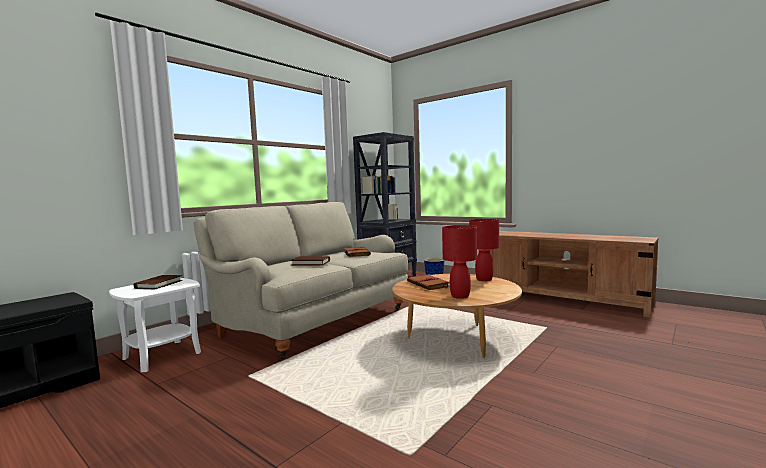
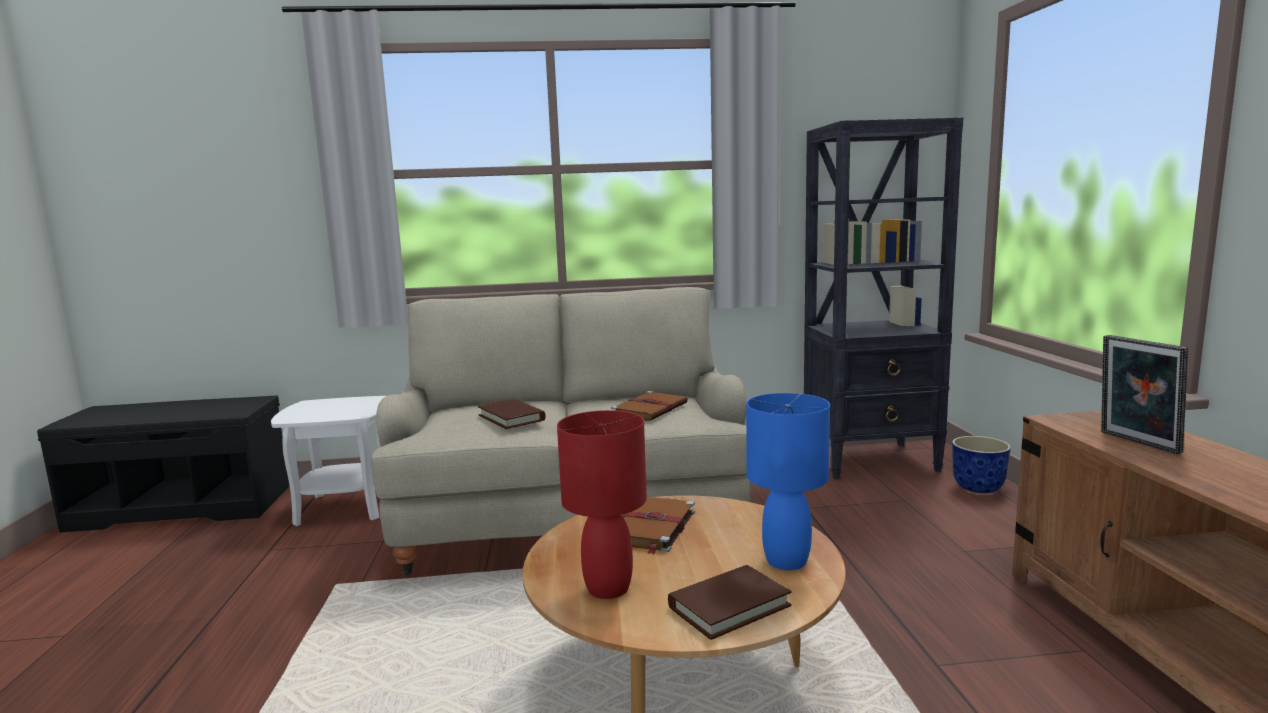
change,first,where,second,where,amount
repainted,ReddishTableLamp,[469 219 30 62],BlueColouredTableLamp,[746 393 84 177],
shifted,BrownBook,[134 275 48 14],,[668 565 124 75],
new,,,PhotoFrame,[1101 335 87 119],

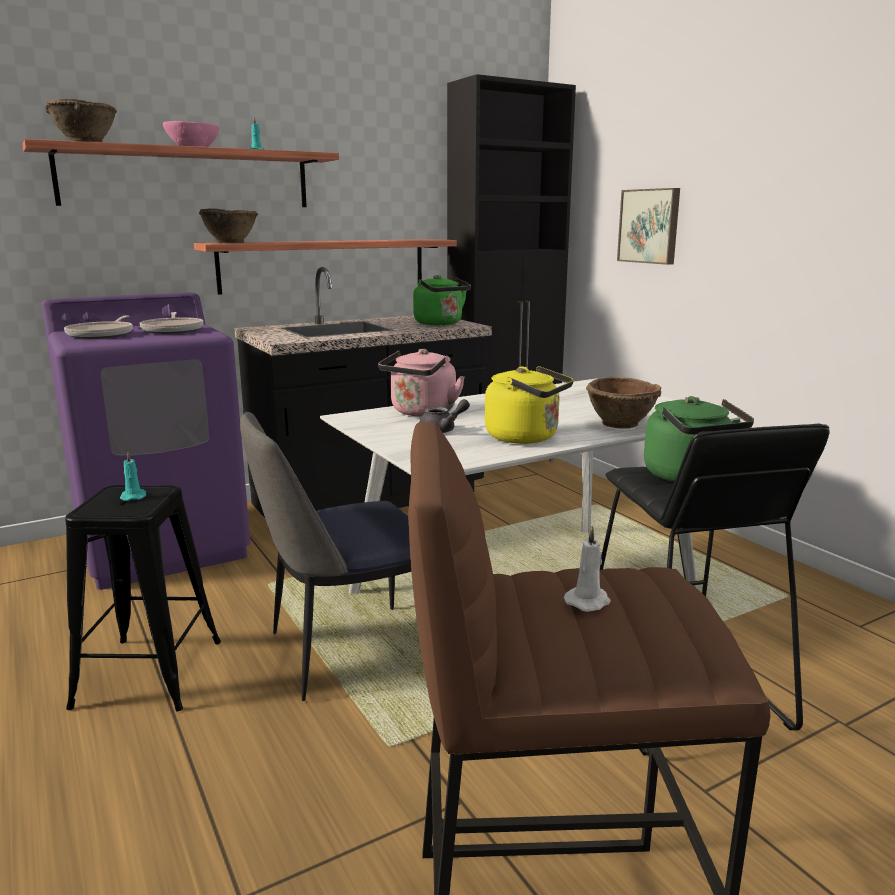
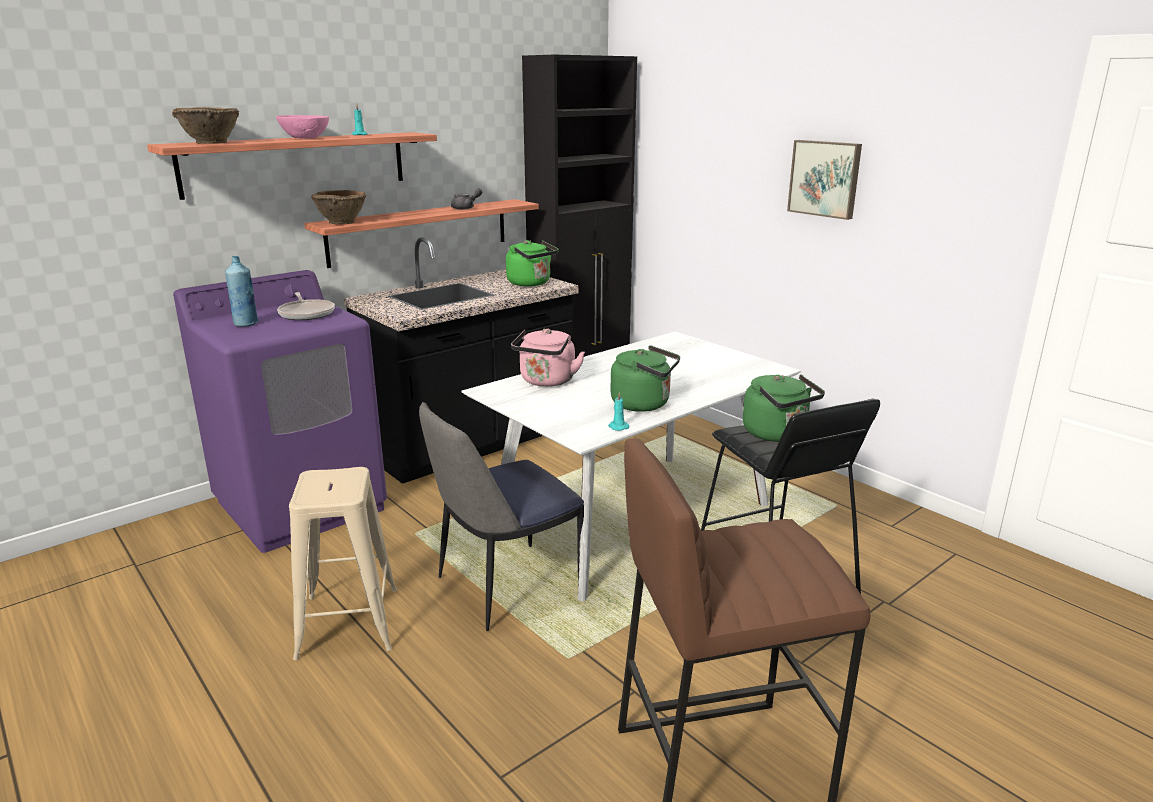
change,first,where,second,where,amount
shifted,Picture,[617 188 63 77],,[787 140 75 80],
swapped,Skillet,[64 315 69 24],BlueColouredDrinkBottle,[225 256 33 71],
repainted,YellowColouredTeaKettle,[485 366 89 78],GreenishTeaKettle,[610 345 70 67],
gone,BrownServingBowl,[586 377 75 52],,,
shifted,GreyPotForTea,[419 399 51 34],,[451 188 31 22],
shifted,TurquoiseColouredWaxCandle,[120 451 26 50],,[608 392 21 39],
repainted,BlackColouredStoolSeat,[65 485 156 226],SandColouredStoolSeat,[289 467 108 193],
gone,WhiteColouredWaxCandle,[564 525 47 87],,,

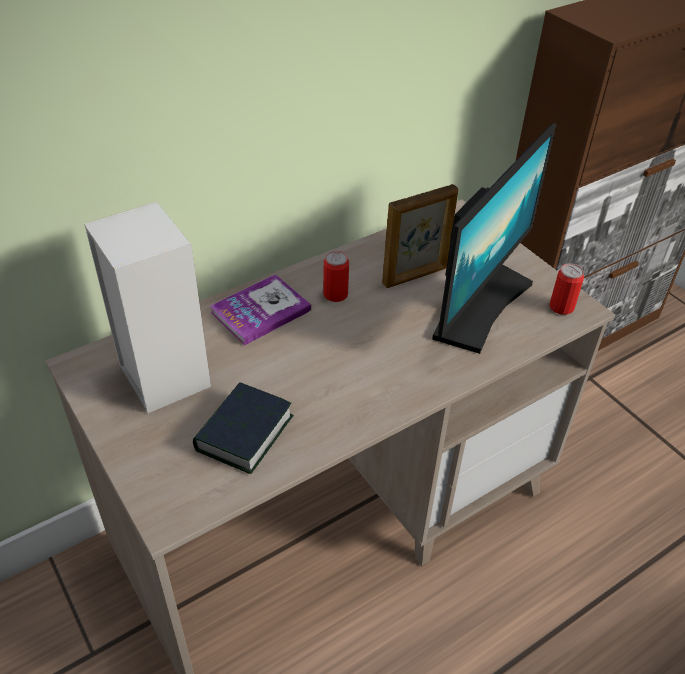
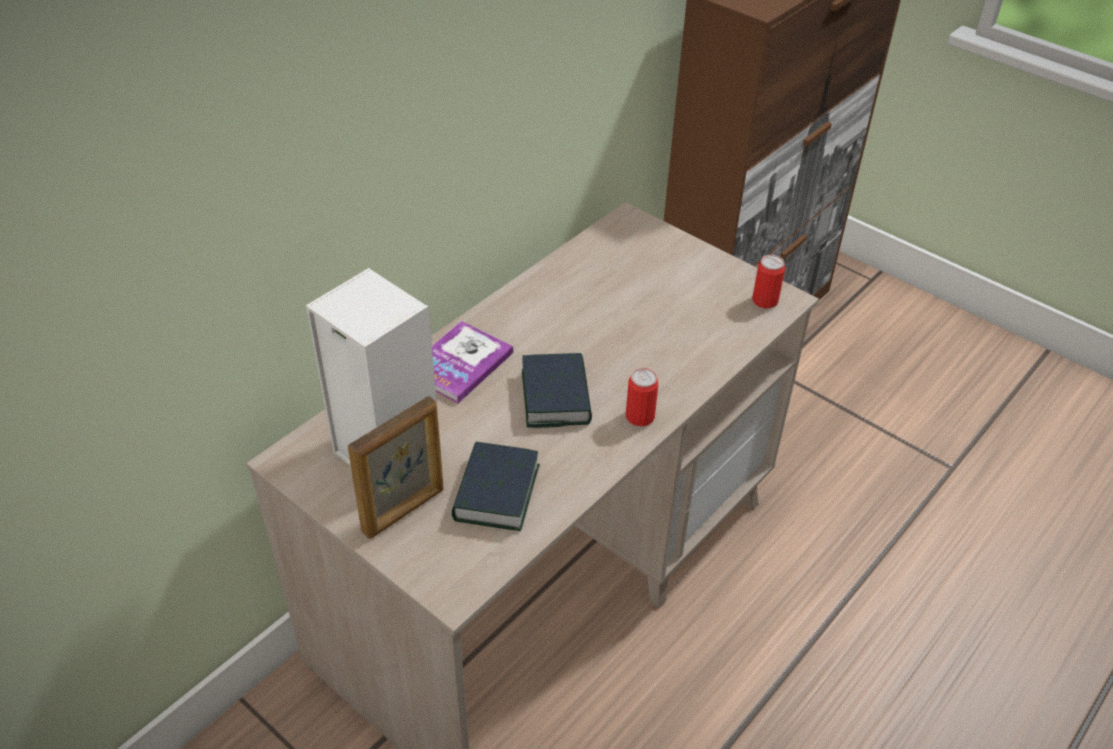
change,first,where,second,where,amount
gone,Monitor,[432 123 125 231],,,
shifted,PhotoFrame,[382 184 76 104],,[348 396 95 142],
shifted,SealedCan,[323 251 26 51],,[626 368 33 58],
new,,,Book,[522 353 70 75],

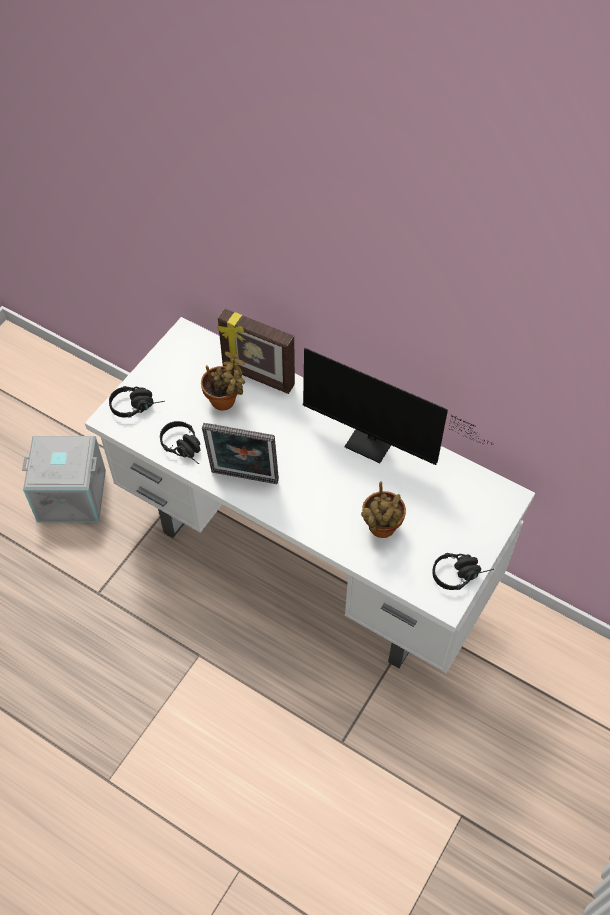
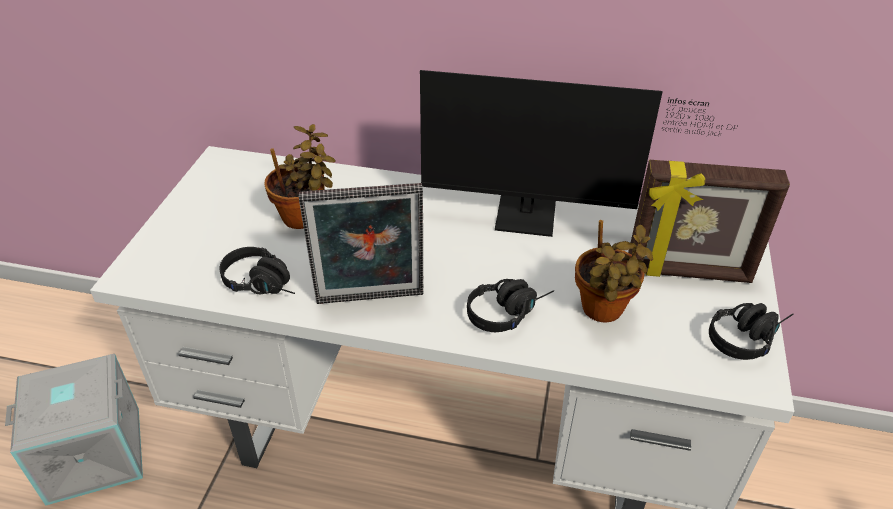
change,first,where,second,where,amount
shifted,PhotoFrame,[217 309 78 85],,[628 160 162 123],
shifted,BlackColouredPairOfHeadphones,[109 386 56 32],,[467 279 87 53],

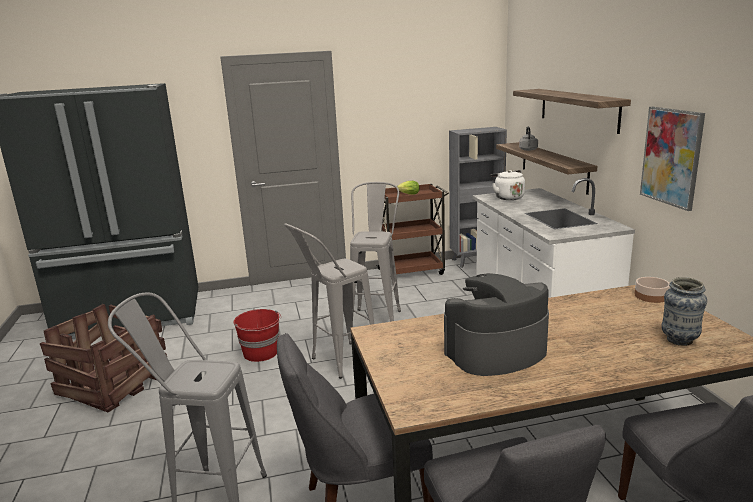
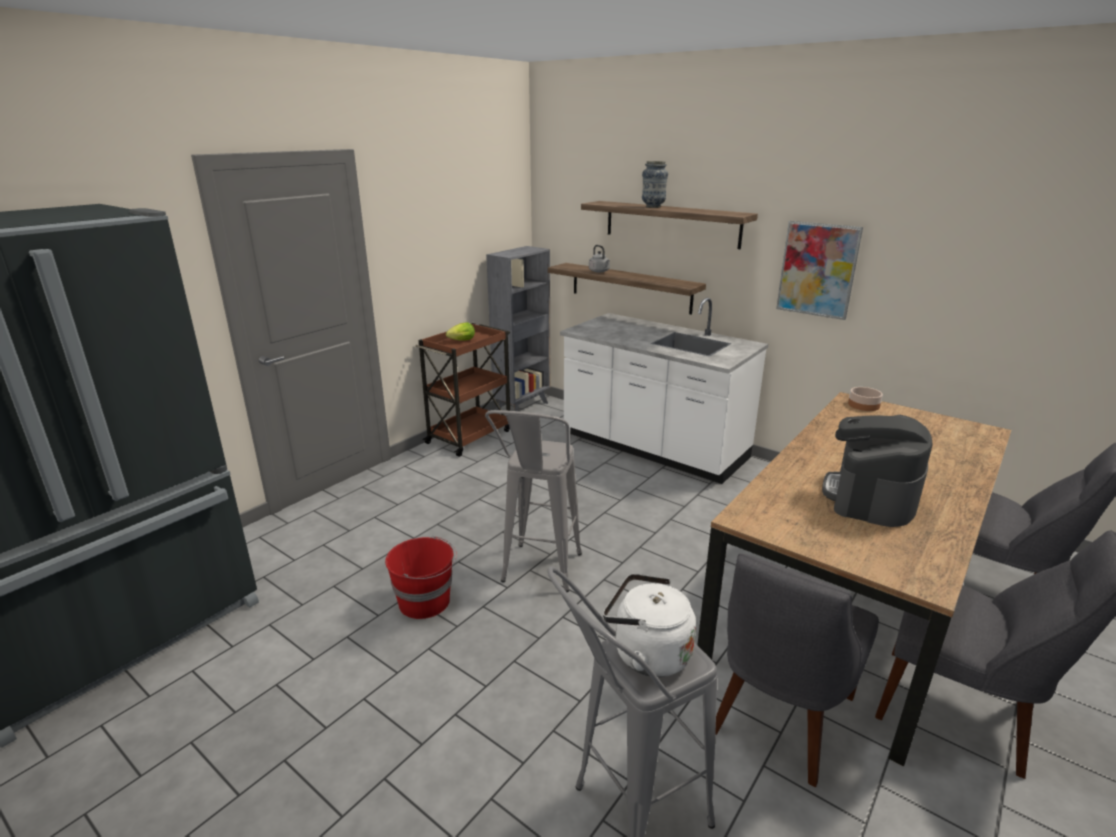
change,first,where,second,where,amount
shifted,WhiteColouredTeaKettle,[490 170 35 30],,[603 574 93 103],
gone,GreyStoolSeat,[350 182 51 140],,,
shifted,Vase,[661 277 46 69],,[642 161 26 47],
gone,Crate,[40 304 127 108],,,

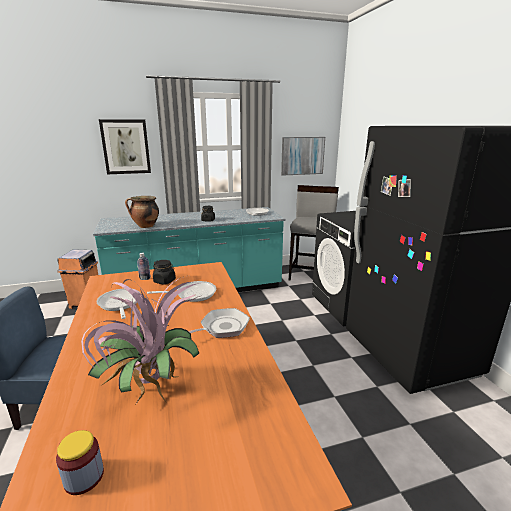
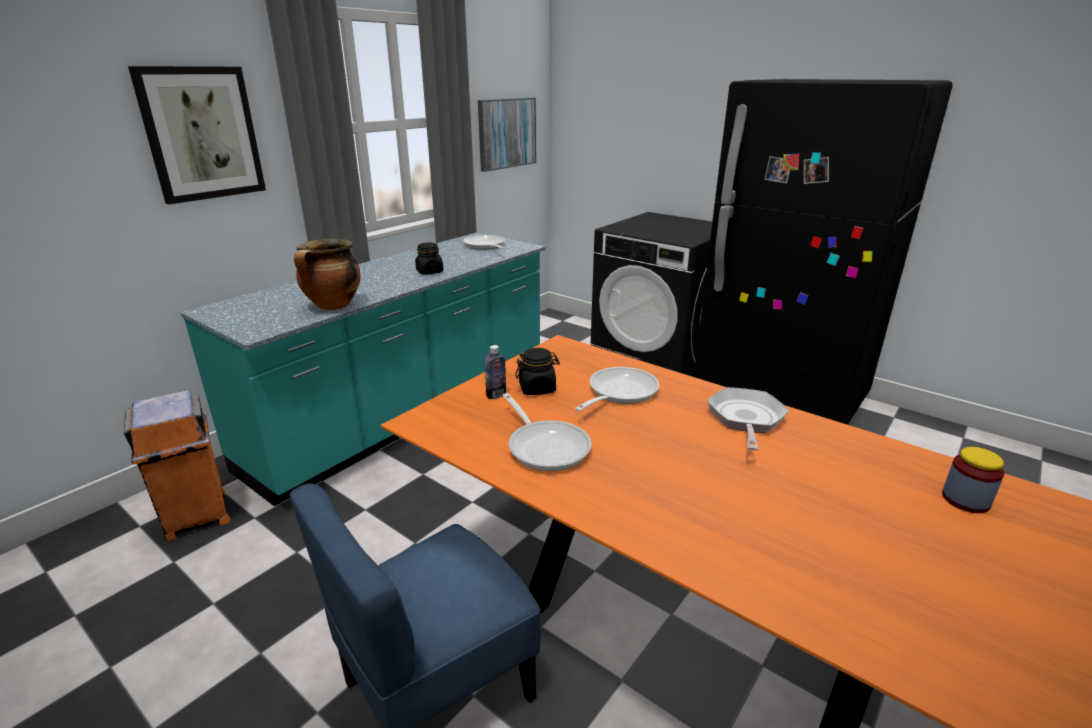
change,first,where,second,where,amount
gone,GreyStoolSeat,[289 185 50 95],,,
gone,PlantInAPot,[81 277 120 127],,,
rotated,Skillet,[97 289 44 30],,[502 393 90 78],150 degrees counterclockwise
shifted,StorageJar,[56 430 48 65],,[942 447 62 66],

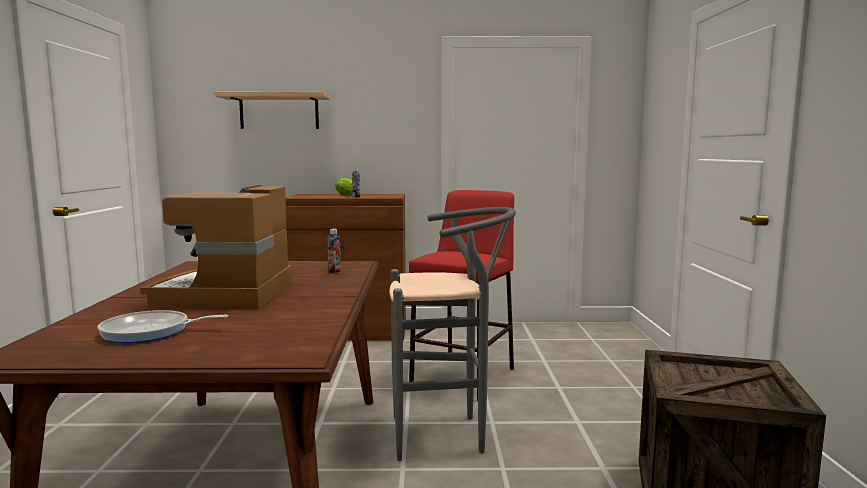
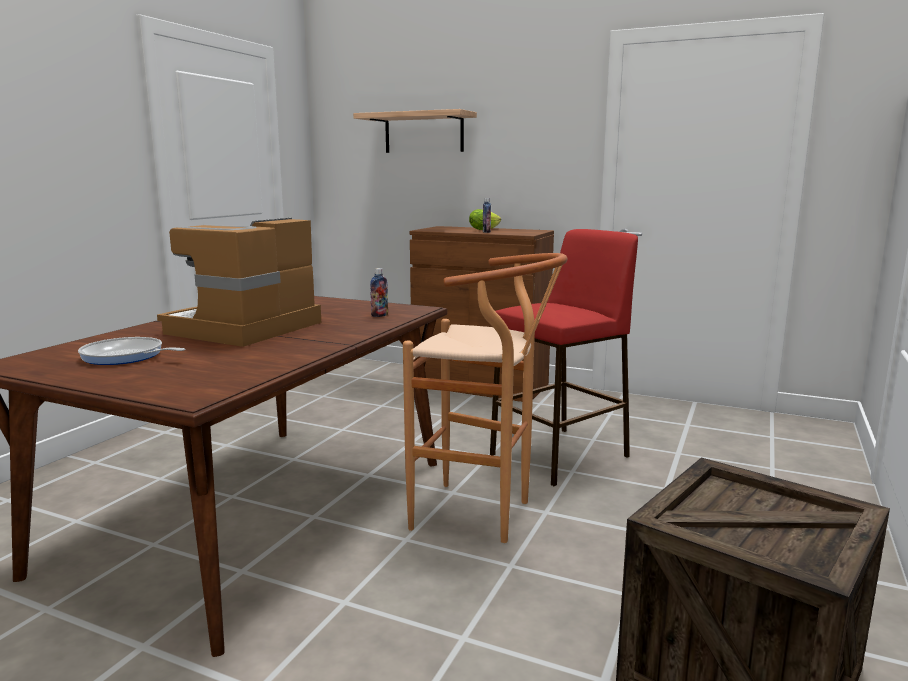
change,first,where,second,where,amount
repainted,GreyStoolSeat,[389 207 127 254],BrownStoolSeat,[403 253 165 290],

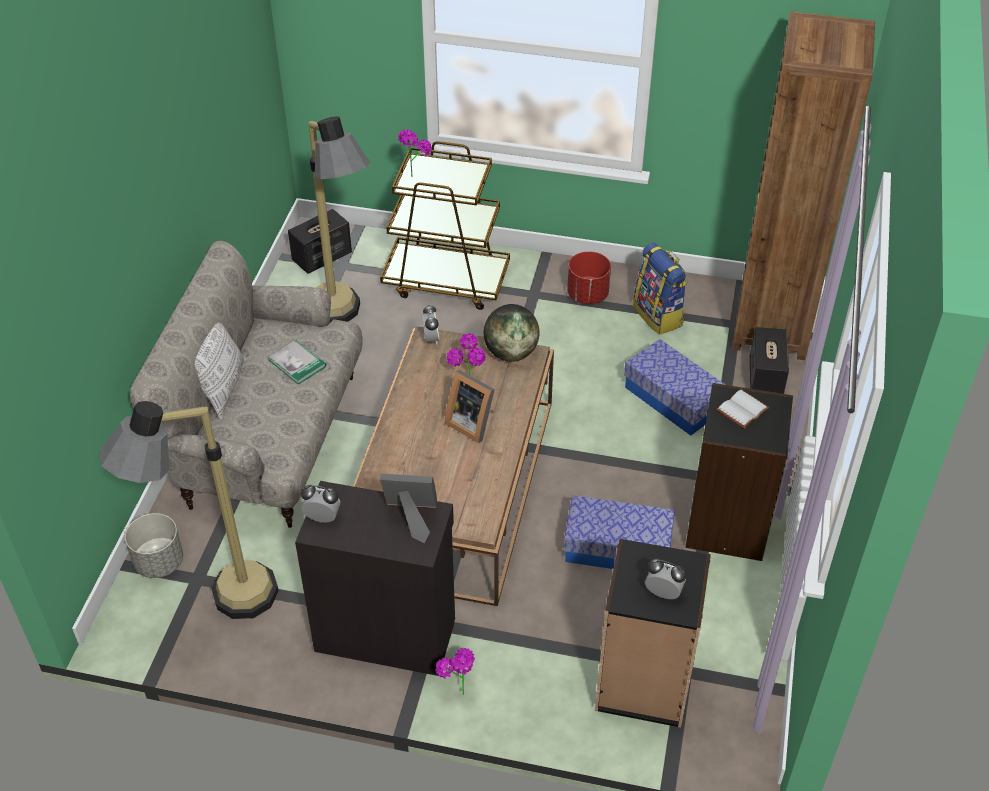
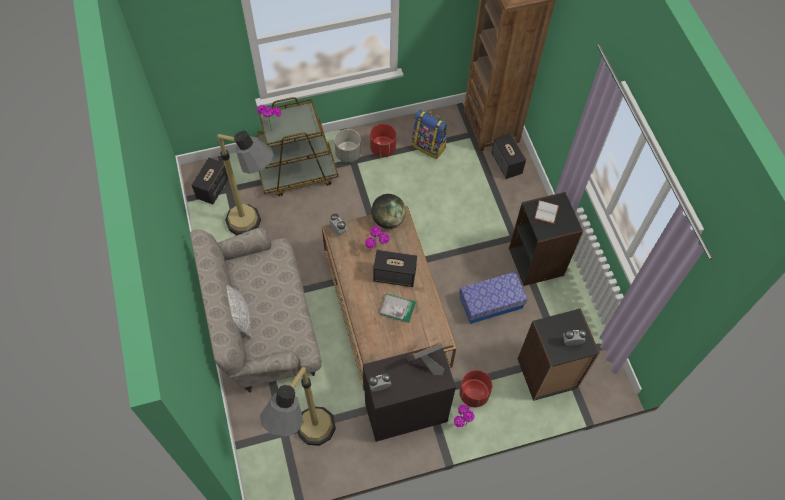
change,first,where,second,where,amount
shifted,Book,[268 339 58 46],,[380 293 36 30],
gone,StorageBox,[624 339 101 97],,,
swapped,PhotoFrame,[445 370 50 73],Loudspeaker,[373 250 44 37],
shifted,GreyFlowerPot,[125 513 58 65],,[334 129 27 34],
new,,,ReddishFlowerPot,[459 370 33 37],

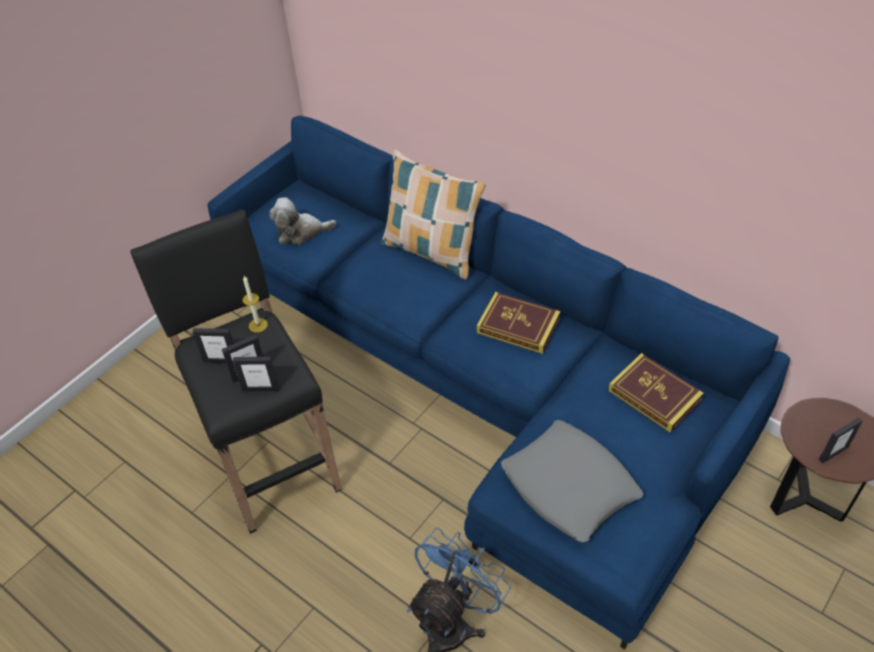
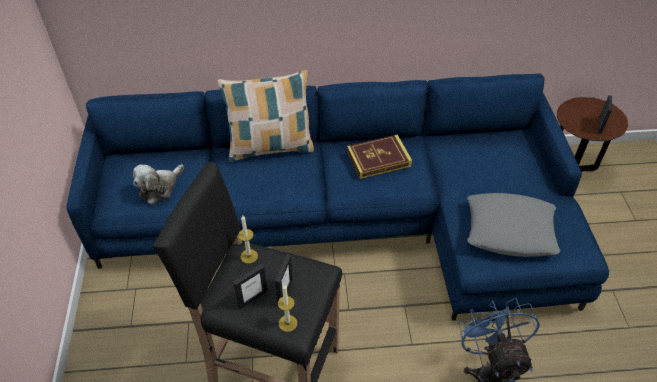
change,first,where,second,where,amount
gone,Book,[608 353 96 80],,,
gone,PhotoFrame,[233 357 46 35],,,
new,,,WaxCandle,[278 285 19 47],

